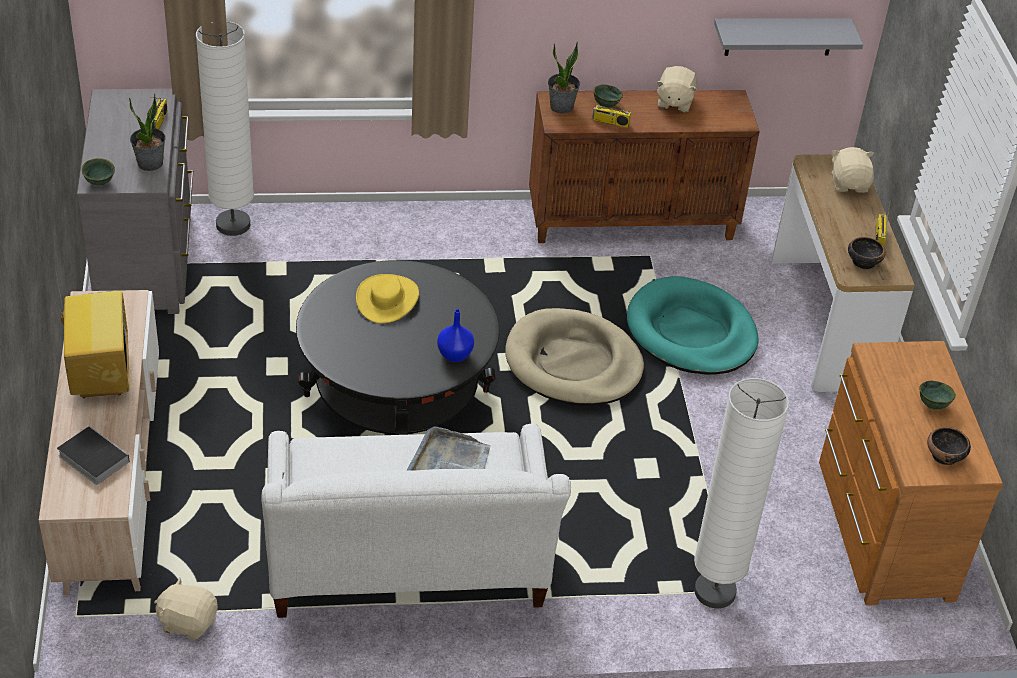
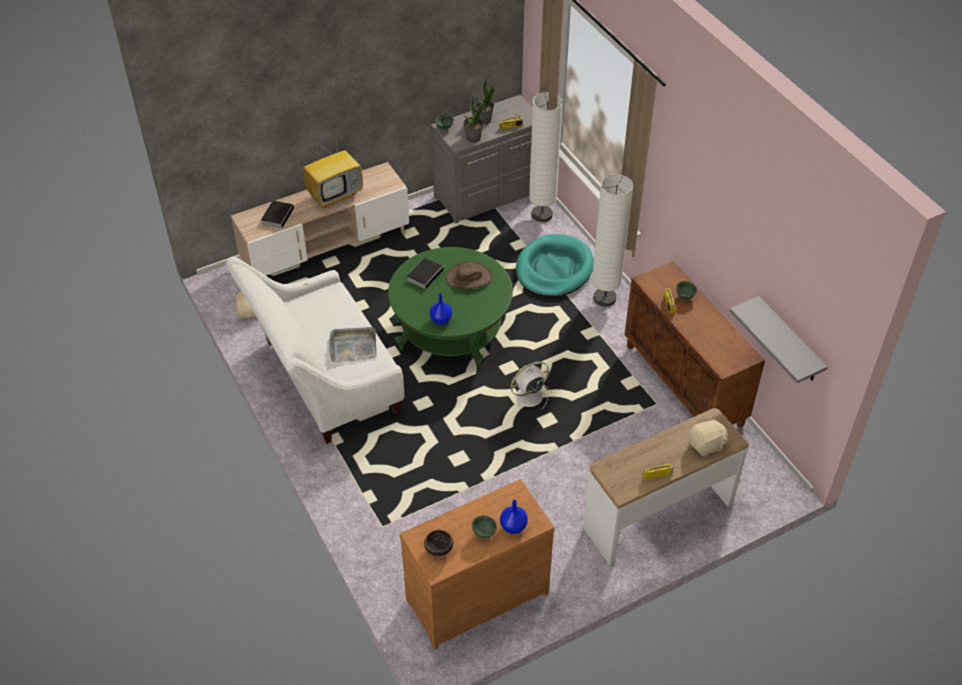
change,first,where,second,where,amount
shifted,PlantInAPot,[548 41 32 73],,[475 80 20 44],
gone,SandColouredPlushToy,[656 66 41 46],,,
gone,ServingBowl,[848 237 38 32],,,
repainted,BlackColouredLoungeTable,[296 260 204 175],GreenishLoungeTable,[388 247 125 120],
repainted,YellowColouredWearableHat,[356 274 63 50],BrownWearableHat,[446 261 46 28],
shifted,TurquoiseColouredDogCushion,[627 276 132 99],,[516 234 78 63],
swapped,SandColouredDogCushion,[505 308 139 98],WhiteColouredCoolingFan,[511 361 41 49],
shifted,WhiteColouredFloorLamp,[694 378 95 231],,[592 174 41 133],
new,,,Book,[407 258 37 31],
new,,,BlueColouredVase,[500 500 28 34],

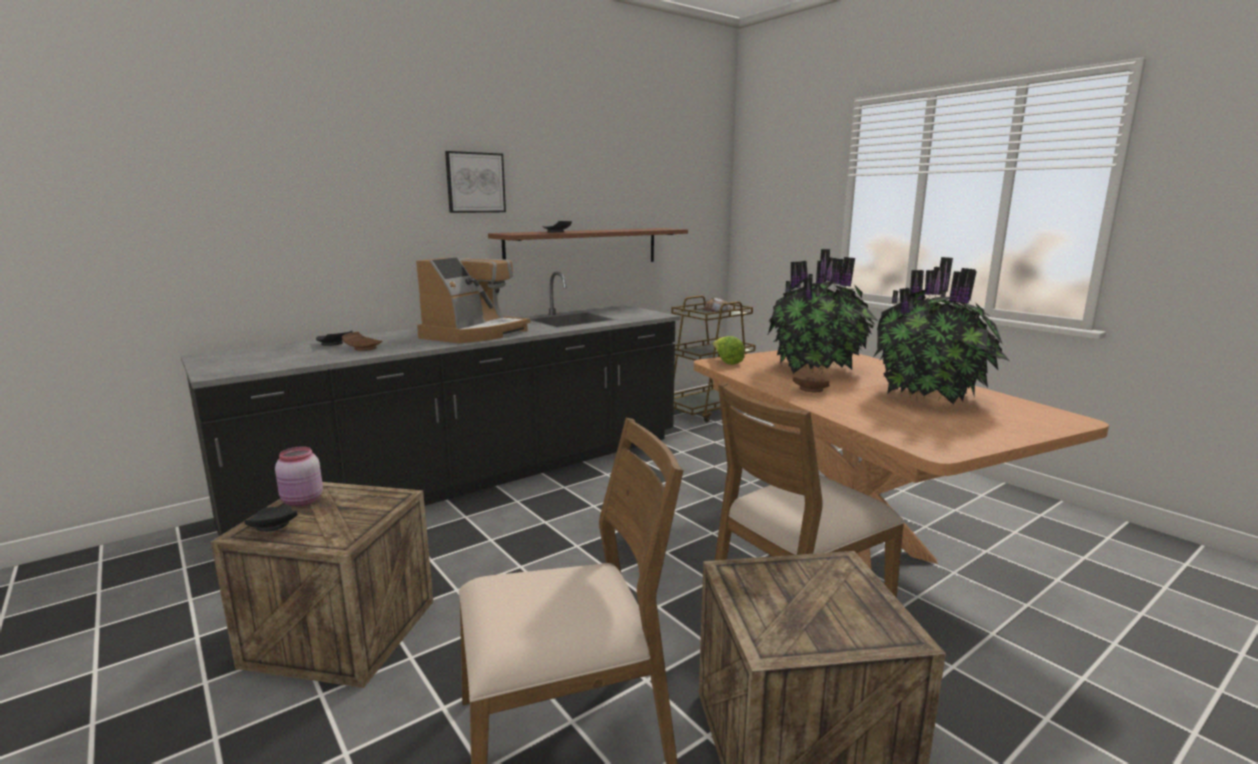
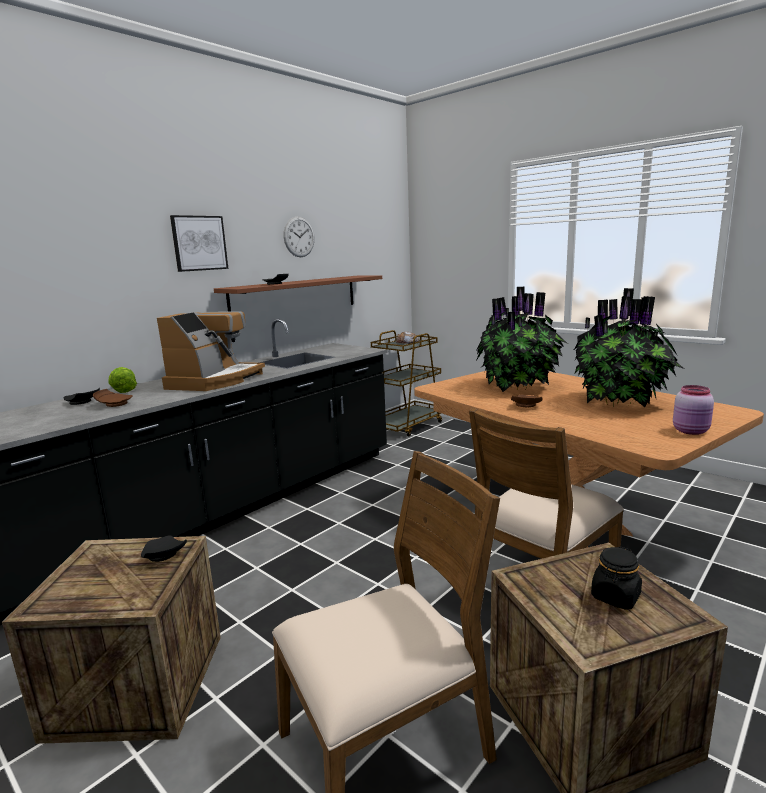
change,first,where,second,where,amount
shifted,LettuceHead,[713 336 32 29],,[108 367 29 26],
shifted,PinkishStorageJar,[275 446 48 60],,[673 385 41 50],
shifted,BlackColouredPlate,[245 505 53 27],,[141 535 46 27],
new,,,WallClock,[284 217 31 40],
new,,,BlackColouredStorageJar,[591 546 51 64],

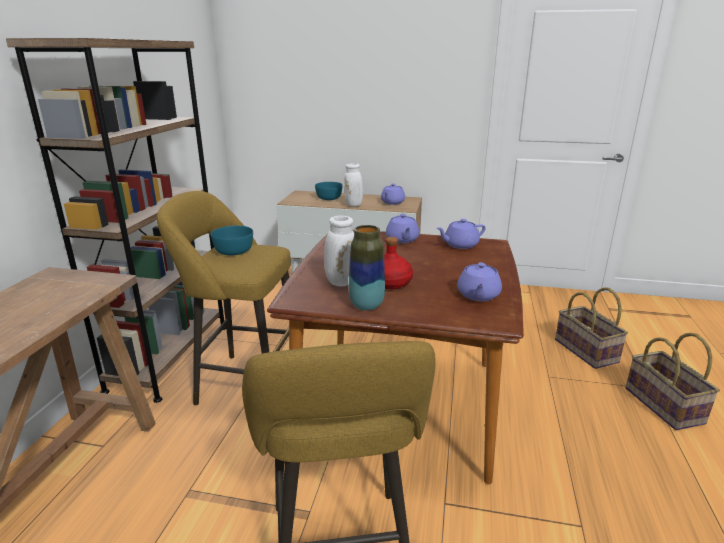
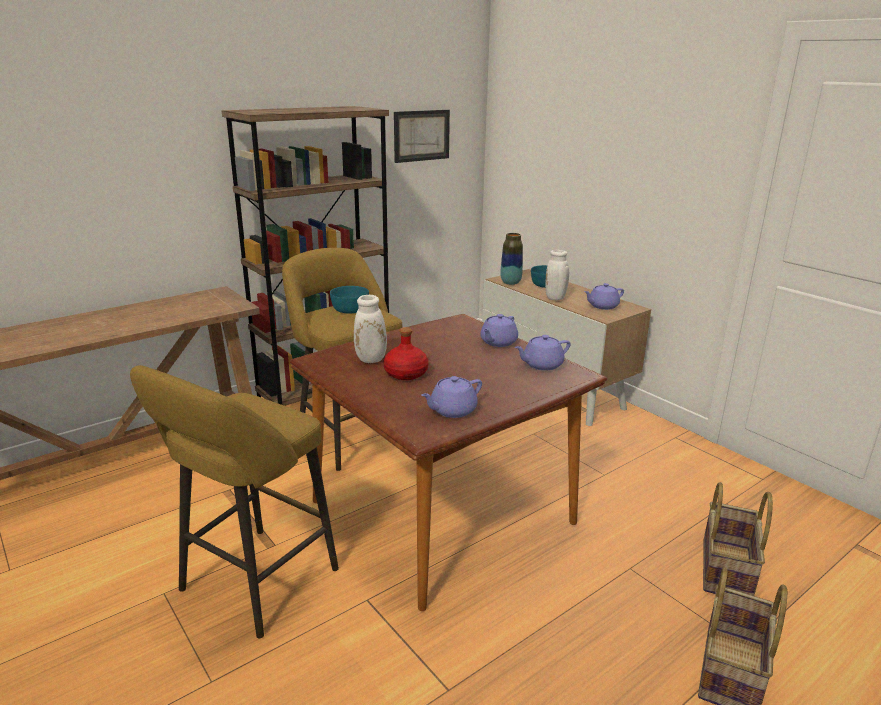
change,first,where,second,where,amount
rotated,PurpleColouredPotForTea,[437 219 49 30],,[515 335 56 35],45 degrees counterclockwise
shifted,Vase,[349 225 36 86],,[500 233 23 52],
new,,,Picture,[394 110 56 53],

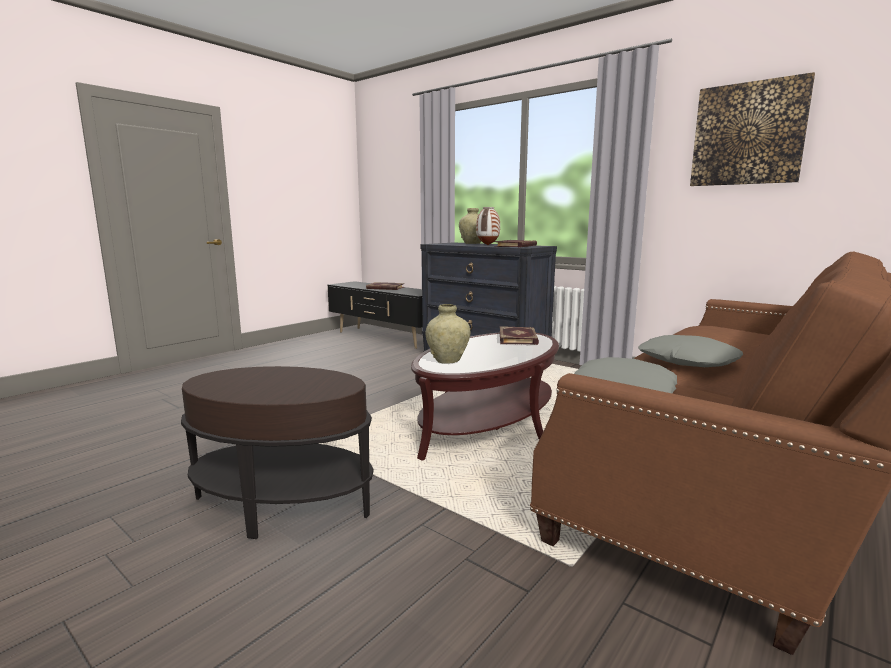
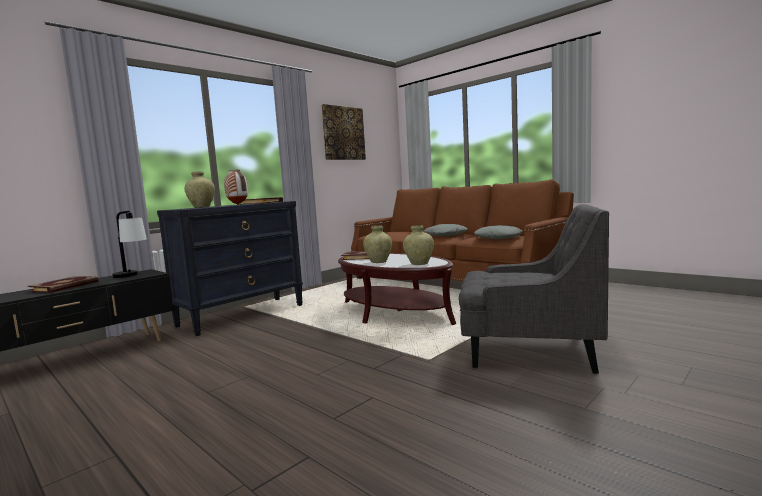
change,first,where,second,where,amount
swapped,BrownAccentTable,[181 366 193 173],GreyArmchair,[459 204 150 170],
new,,,TableLamp,[112 211 35 67],
new,,,SandColouredVase,[363 225 29 38],

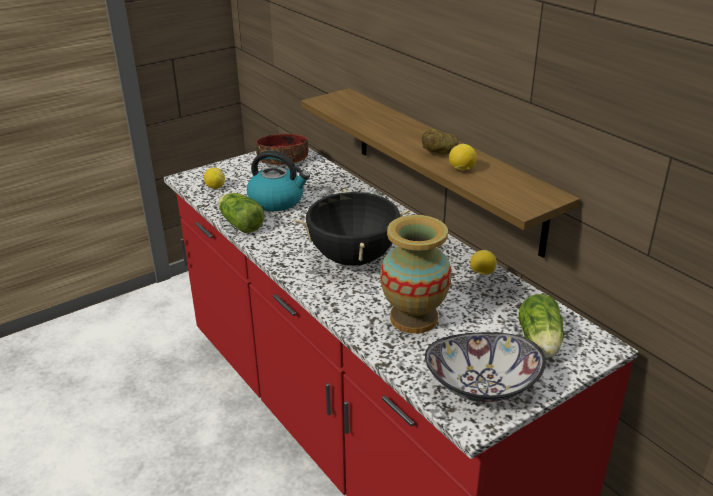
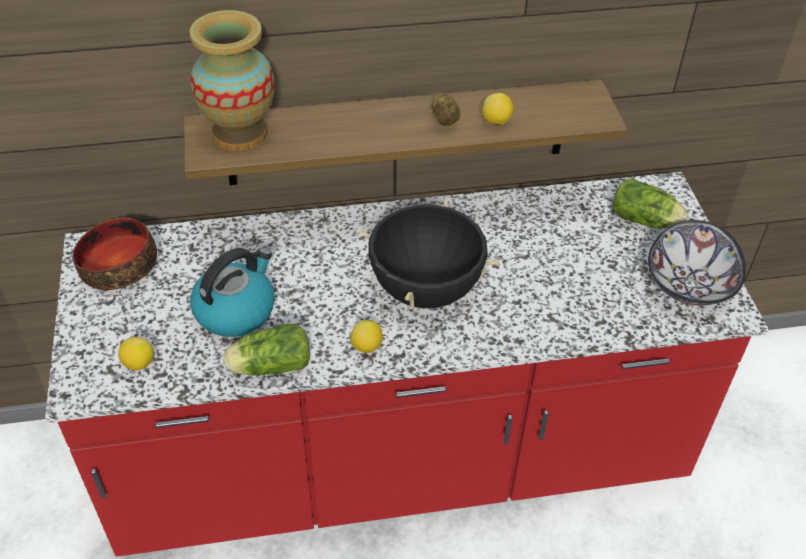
change,first,where,second,where,amount
shifted,Vase,[380 215 71 119],,[189 10 86 141],
shifted,Lemon,[470 250 27 25],,[350 320 33 33],

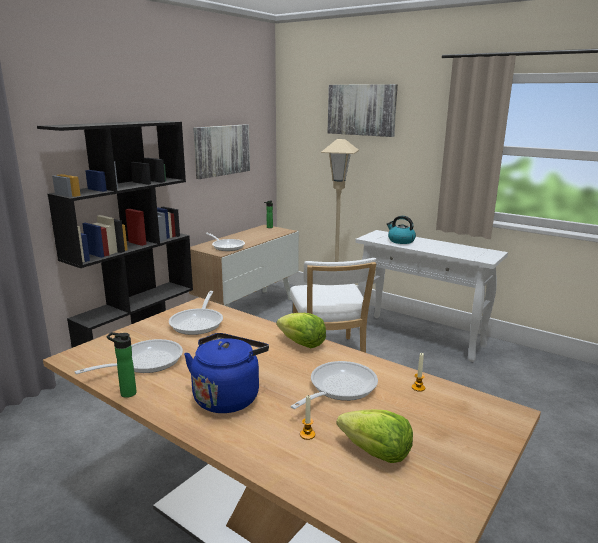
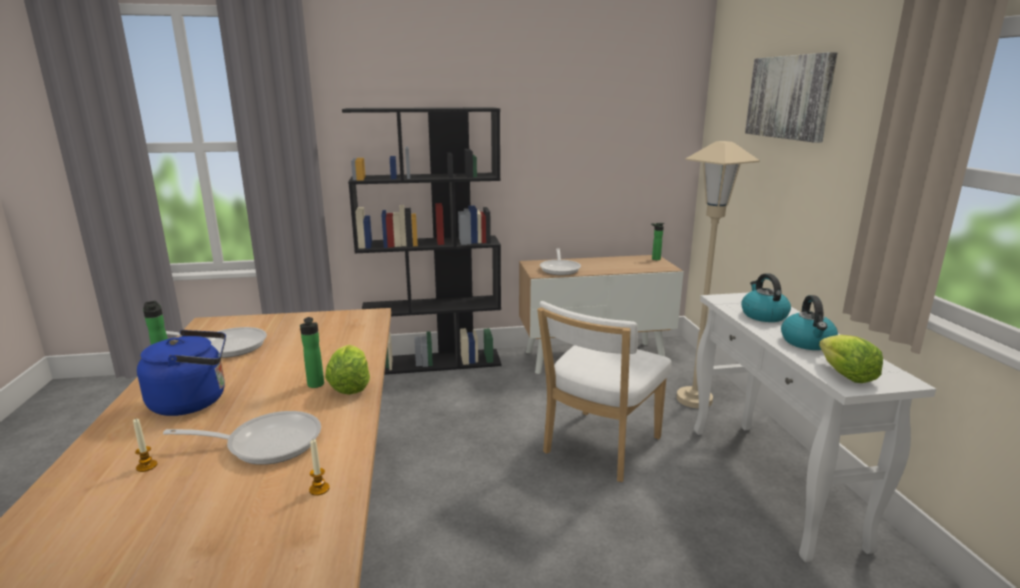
change,first,where,second,where,amount
gone,Picture,[193 124 57 55],,,
gone,Skillet,[169 291 54 44],,,
shifted,LettuceHead,[337 410 76 53],,[819 335 64 48],
new,,,TeaKettle,[781 295 57 55],
new,,,DrinkBottle,[300 317 24 71],

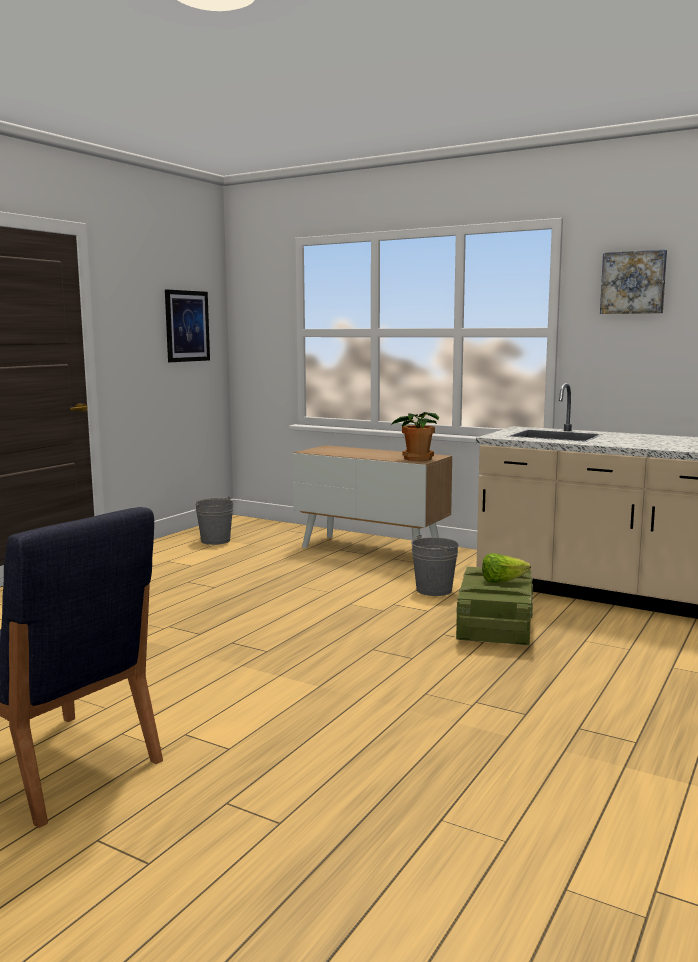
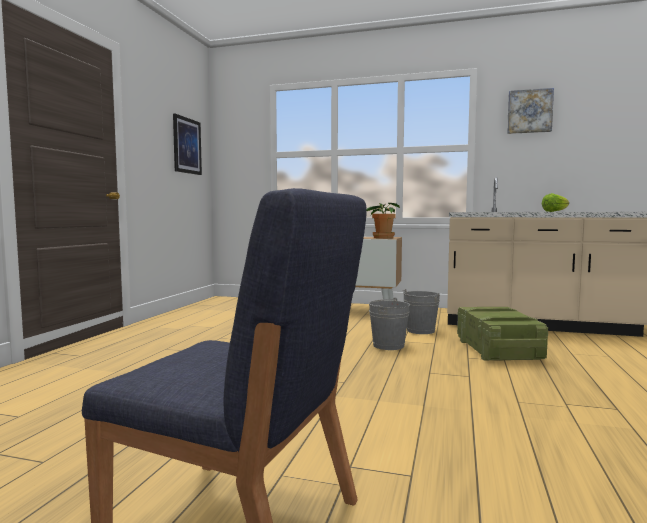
change,first,where,second,where,amount
shifted,GreyWaterBucket,[195 497 38 48],,[368 298 42 52],
shifted,LettuceHead,[482 553 49 30],,[542 193 27 19],

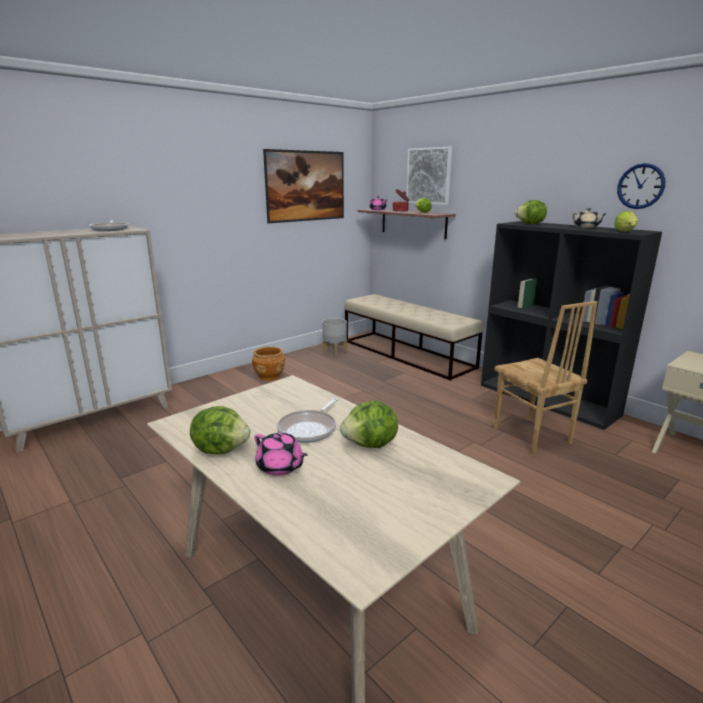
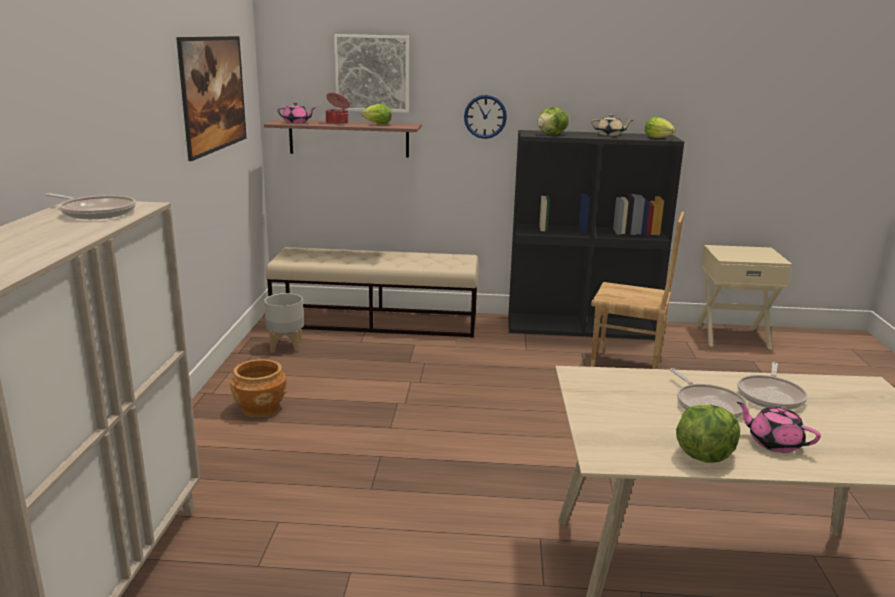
change,first,where,second,where,amount
shifted,WallClock,[617 163 48 46],,[464 95 43 44],
swapped,LettuceHead,[340 401 58 47],Skillet,[737 362 71 48],
rotated,PinkishPotForTea,[255 433 53 43],,[737 402 84 51],135 degrees counterclockwise

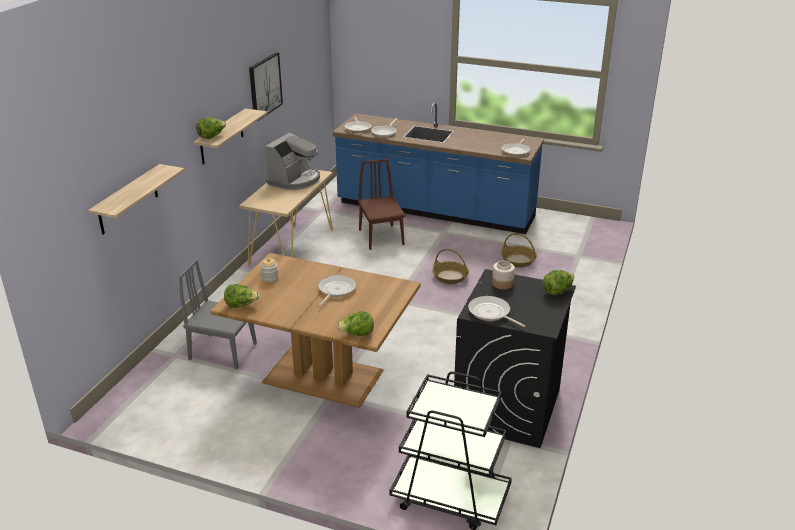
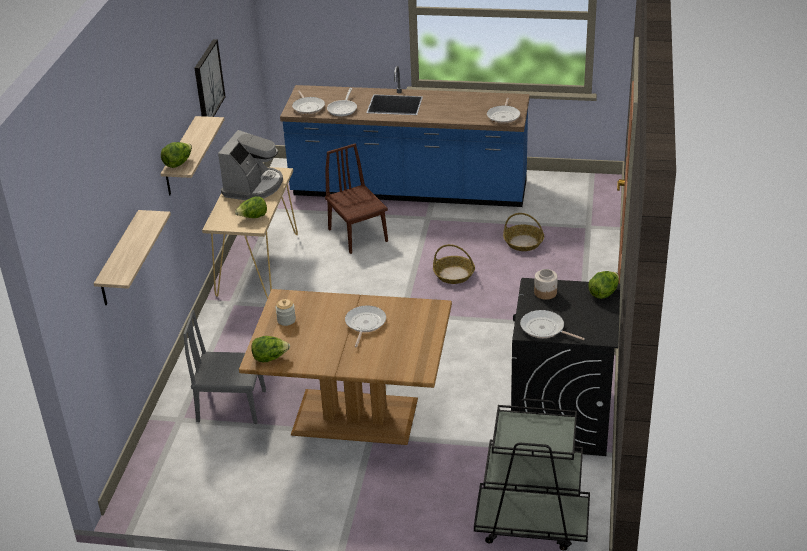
change,first,where,second,where,amount
shifted,LettuceHead,[337 311 37 25],,[235 196 32 22],

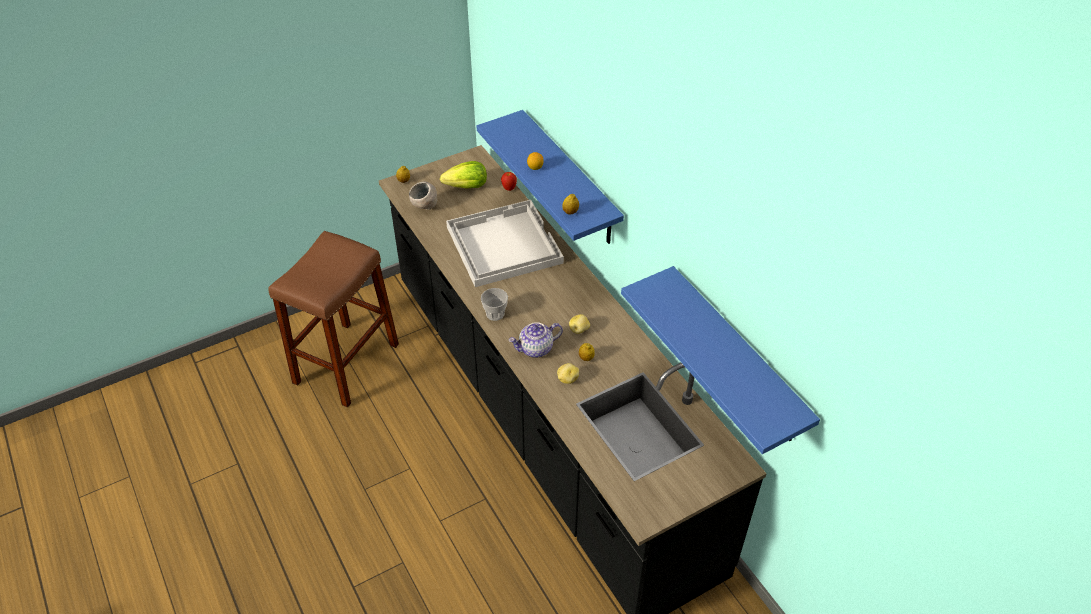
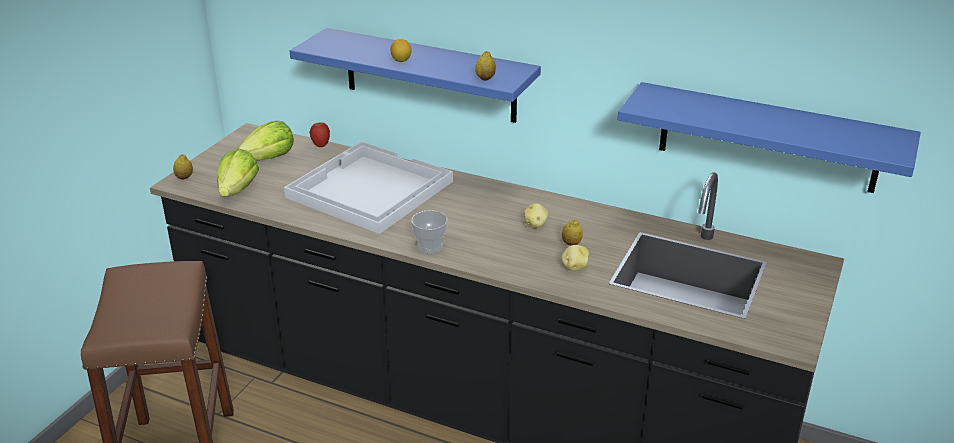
change,first,where,second,where,amount
swapped,GreyServingBowl,[409 181 28 29],LettuceHead,[217 149 42 48],
gone,PotForTea,[509 322 54 35],,,

